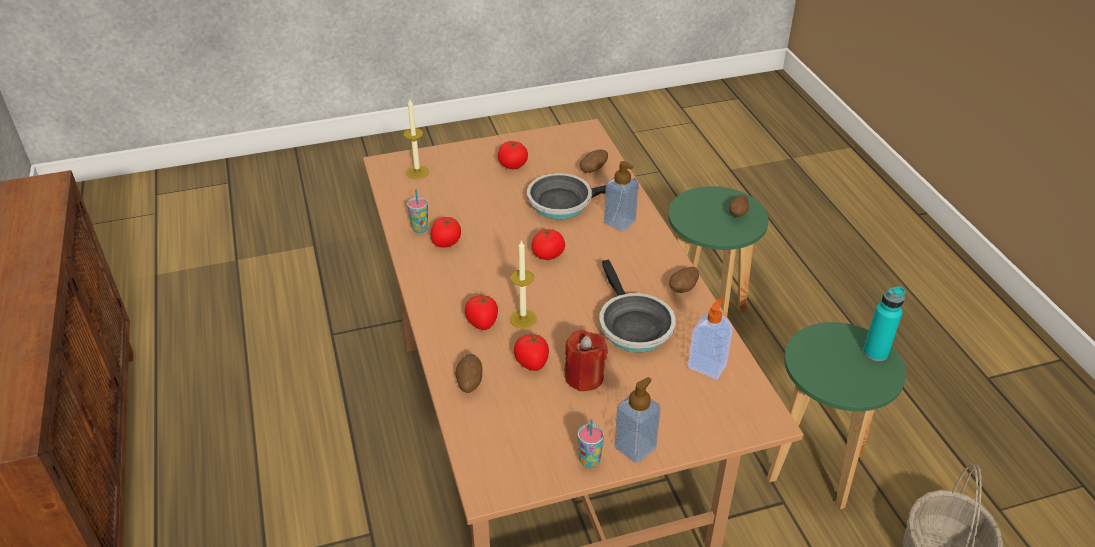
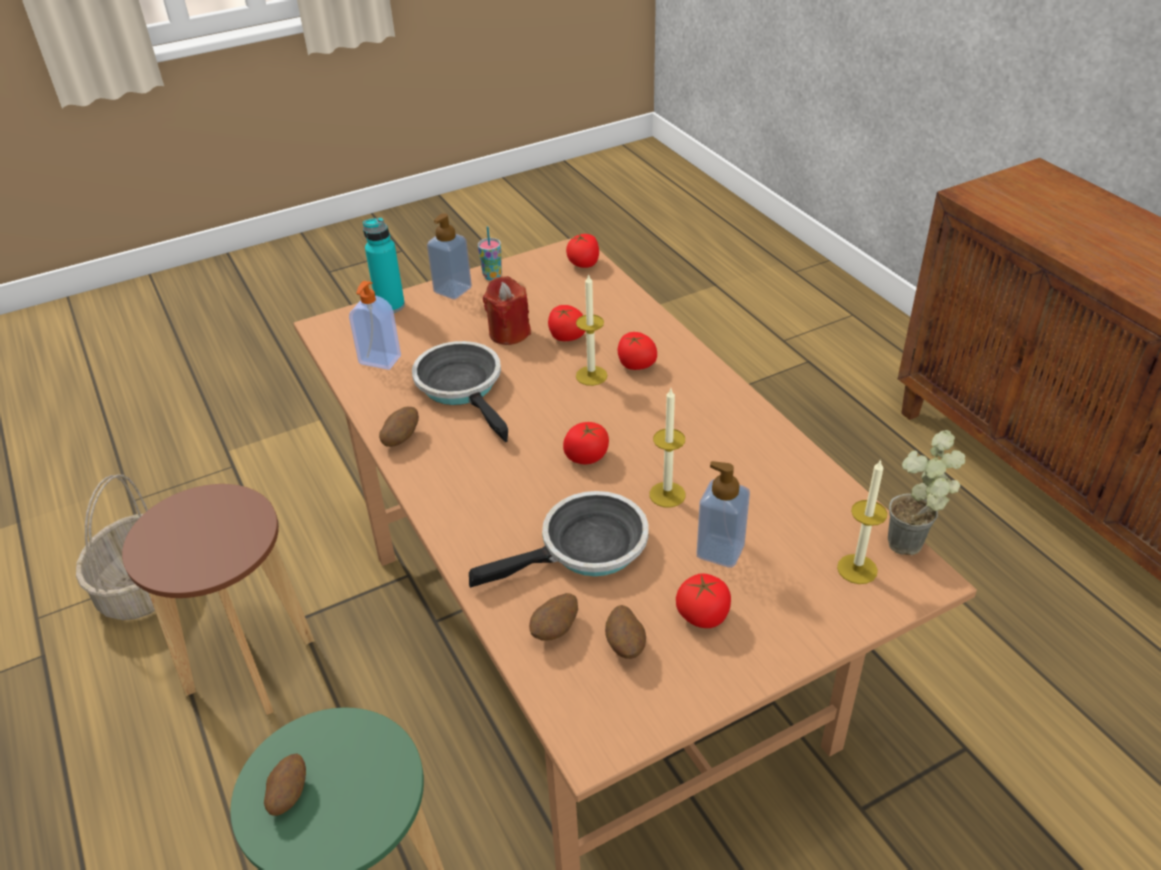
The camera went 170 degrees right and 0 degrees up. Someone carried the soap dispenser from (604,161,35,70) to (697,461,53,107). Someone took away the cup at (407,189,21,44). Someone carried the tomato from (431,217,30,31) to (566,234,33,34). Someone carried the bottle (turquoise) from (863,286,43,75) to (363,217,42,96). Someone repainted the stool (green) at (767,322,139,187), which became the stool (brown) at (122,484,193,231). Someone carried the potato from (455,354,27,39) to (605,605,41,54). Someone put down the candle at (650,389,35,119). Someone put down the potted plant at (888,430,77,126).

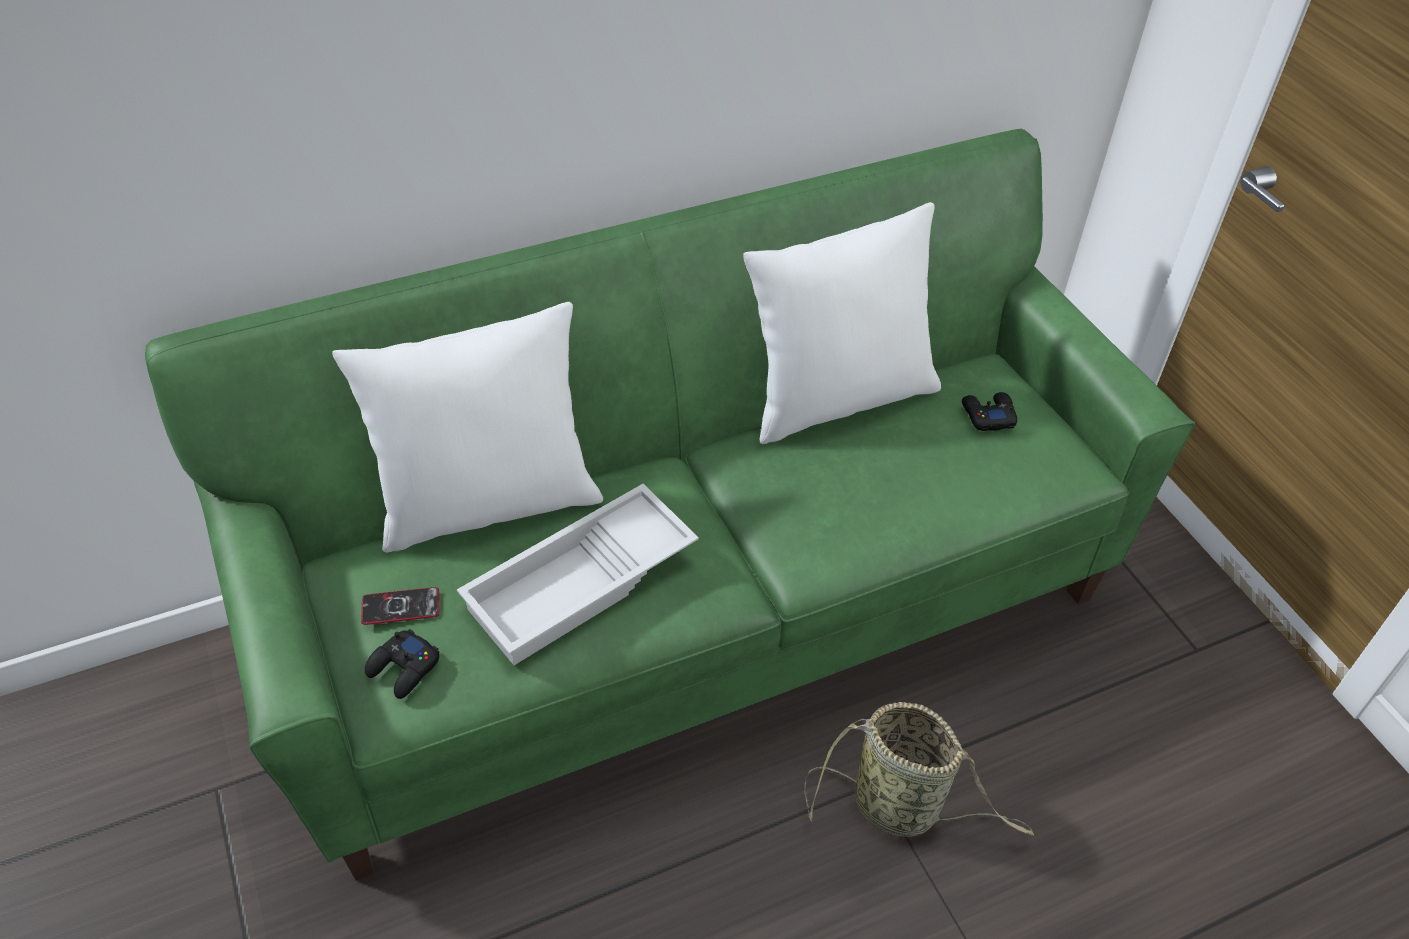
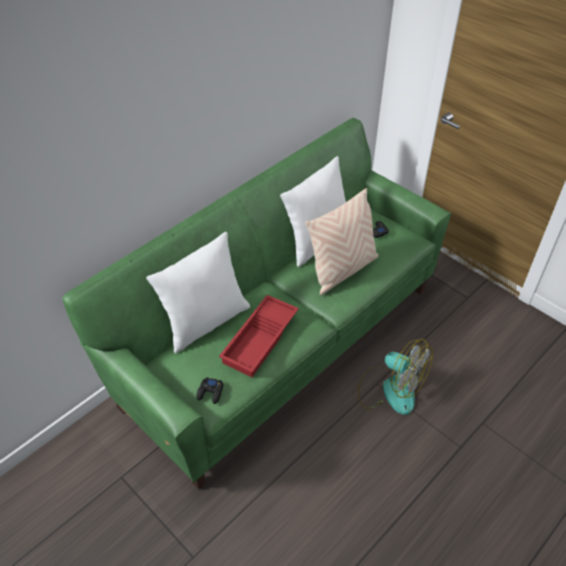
The camera went 20 degrees left and 0 degrees up. Someone repainted the tray (white) at (457,484,242,181), which became the tray (red) at (219,295,80,82). Someone took away the phone at (361,587,78,38). Someone swapped the basket at (804,702,230,135) for the fan at (358,339,75,76). Someone put down the pillow (beige) at (305,188,73,107).

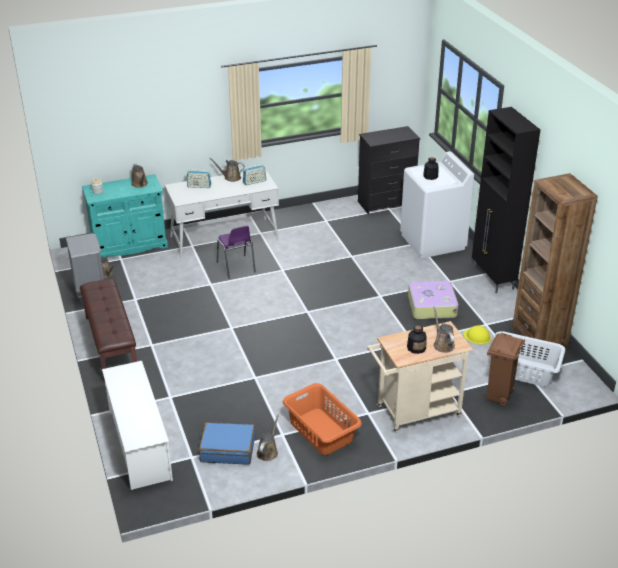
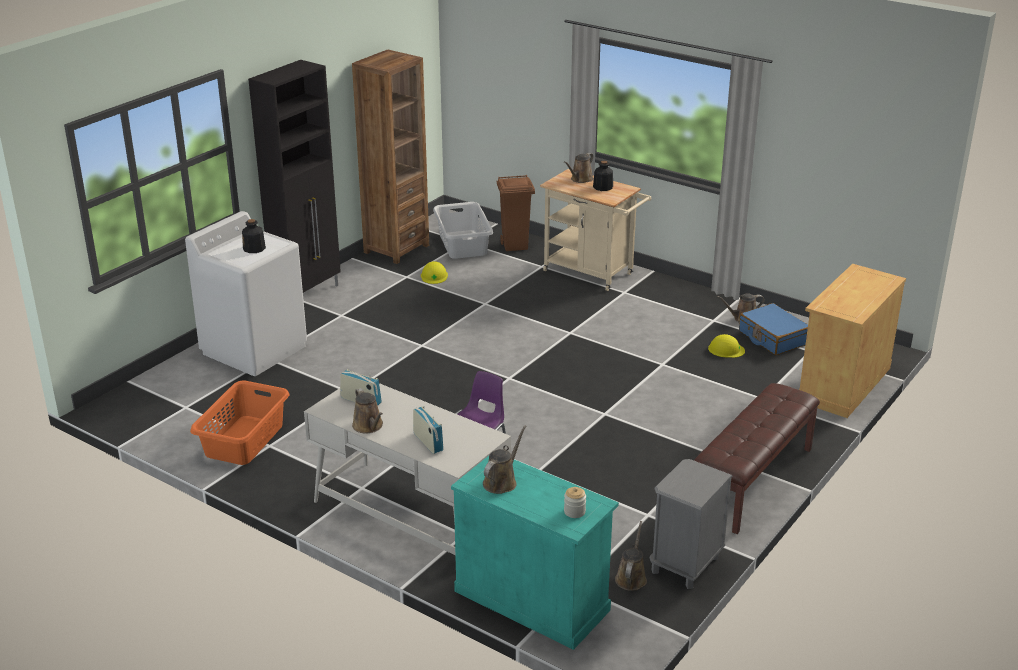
The camera went 125 degrees left and 5 degrees down. Someone took away the dresser (black) at (358,126,62,88). Someone took away the suitcase at (408,280,50,39). Someone swapped the shoe rack (white) at (102,361,71,129) for the cabinet (beige) at (799,264,107,154). Someone carried the laundry basket (orange) from (283,383,79,72) to (190,381,100,84). Someone put down the hard hat (yellow) at (708,334,37,24).

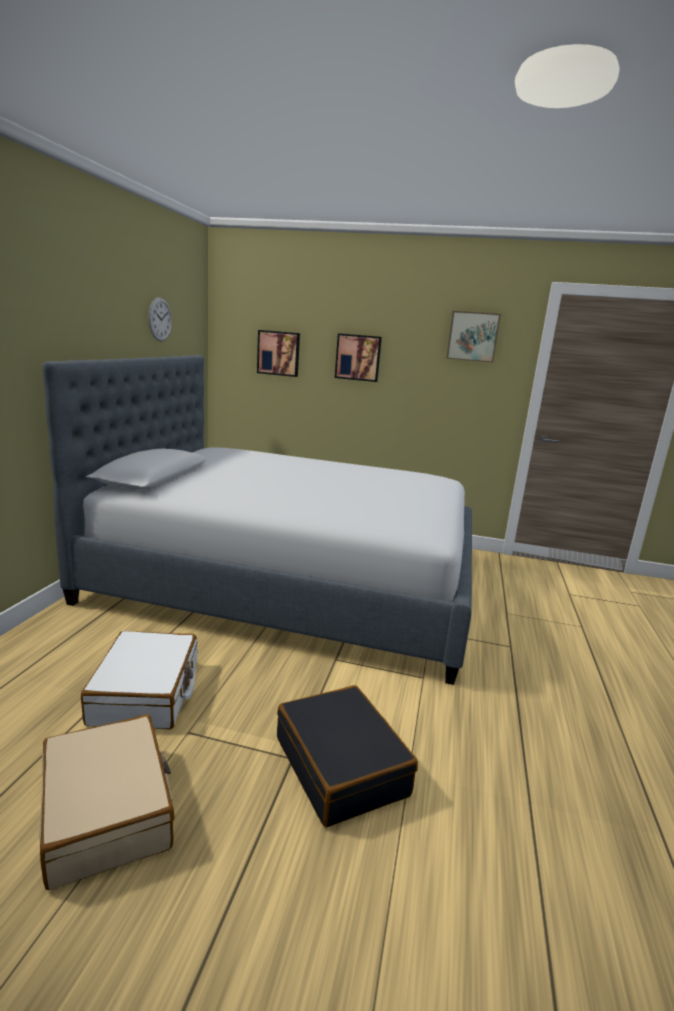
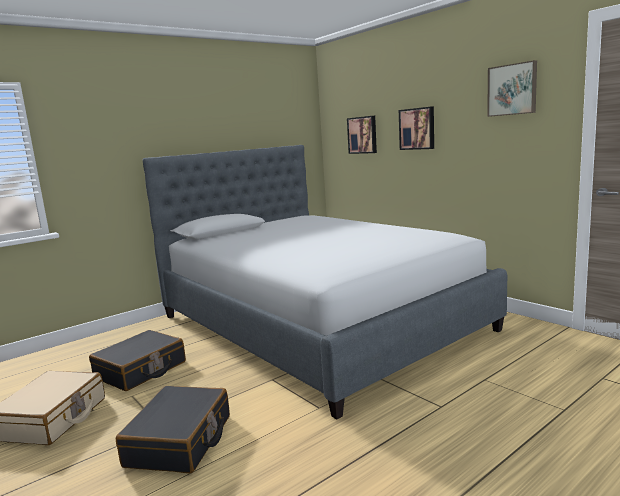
The camera went 40 degrees right and 5 degrees down. Someone took away the wall clock at (148,297,24,44). Someone repainted the suitcase (white) at (81,631,116,98), which became the suitcase (black) at (89,330,97,61).

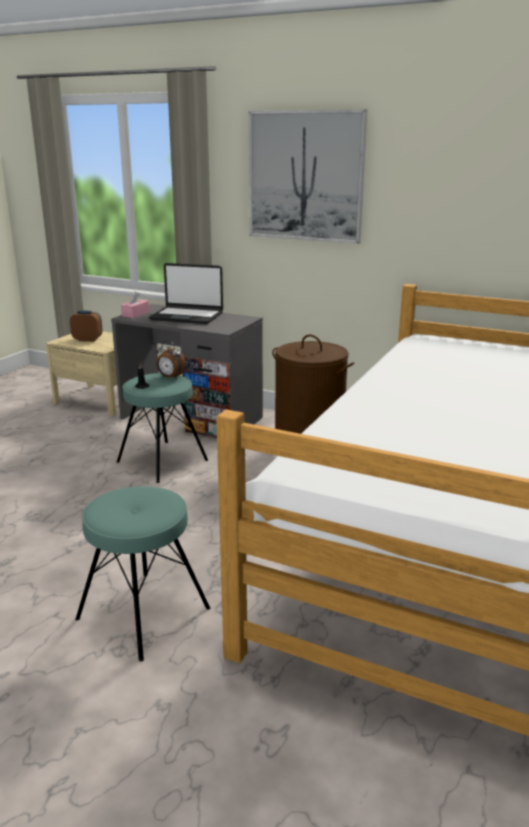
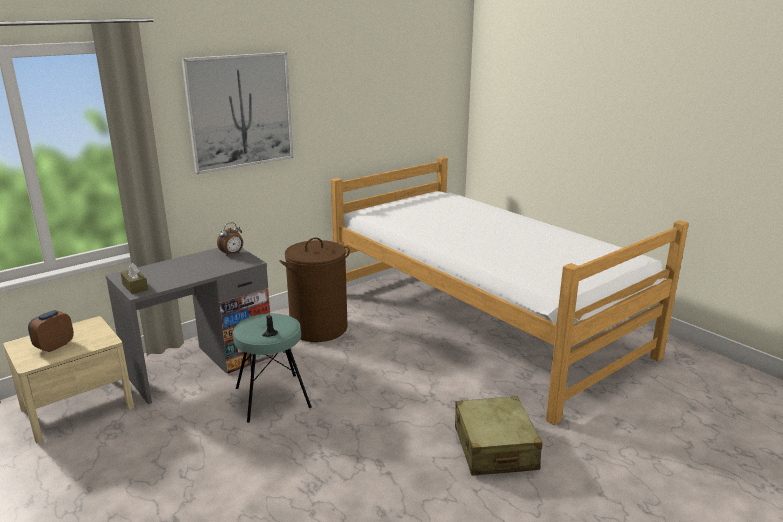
The camera went 65 degrees left and 0 degrees up. Someone took away the laptop at (149,263,74,61). Someone repainted the tissue box (pink) at (121,291,28,27), which became the tissue box (brown) at (121,263,27,31). Someone carried the alarm clock from (156,341,30,38) to (217,222,26,33). Someone swapped the stool (turquoise) at (75,486,135,176) for the suitcase (beige) at (455,396,87,79).

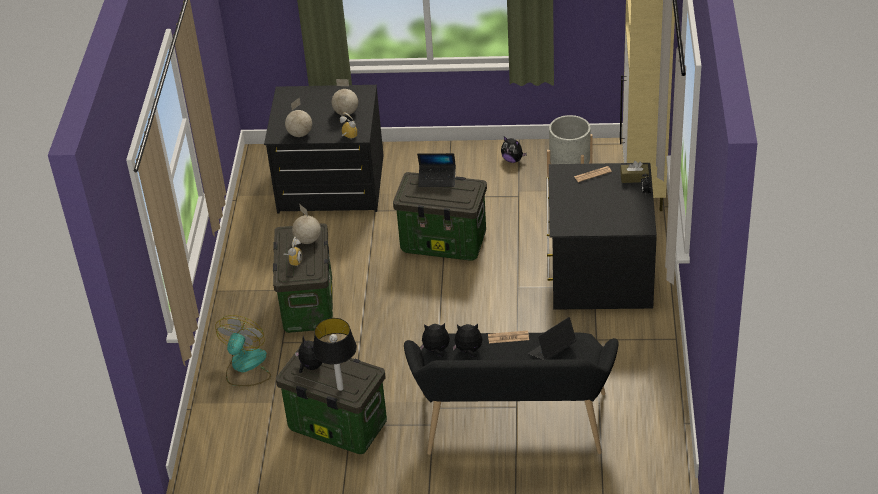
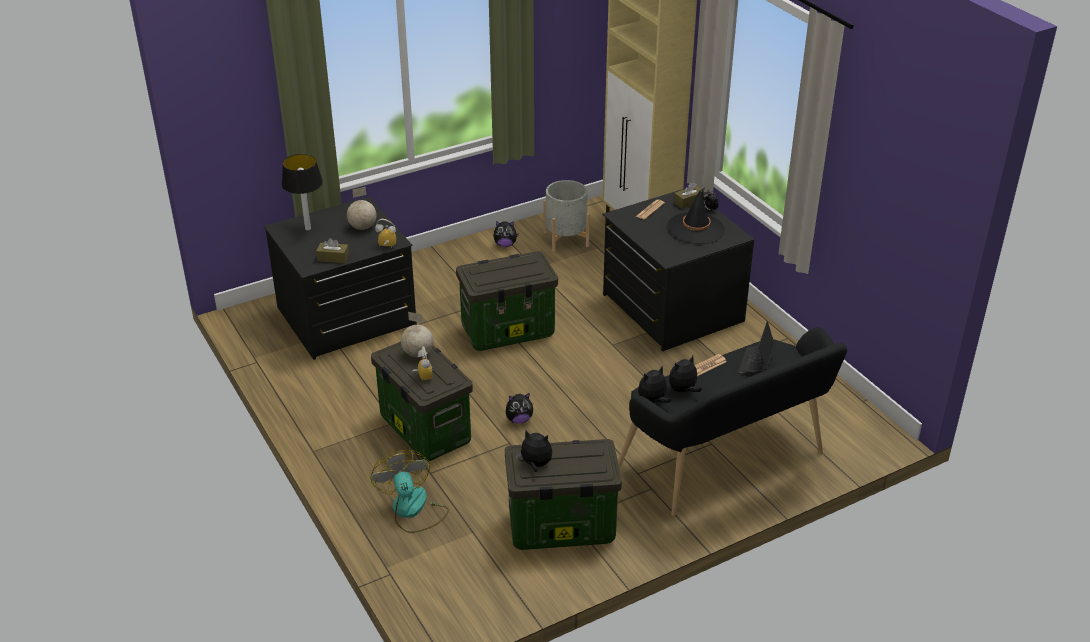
The camera went 35 degrees left and 5 degrees down. Someone swapped the globe at (285,97,27,40) for the tissue box (brown) at (316,238,33,25). Someone took away the laptop at (417,153,39,34). Someone carried the table lamp from (313,318,44,73) to (282,154,41,77). Someone put down the hat (black) at (668,188,57,56). Someone put down the plush toy at (506,393,27,31).

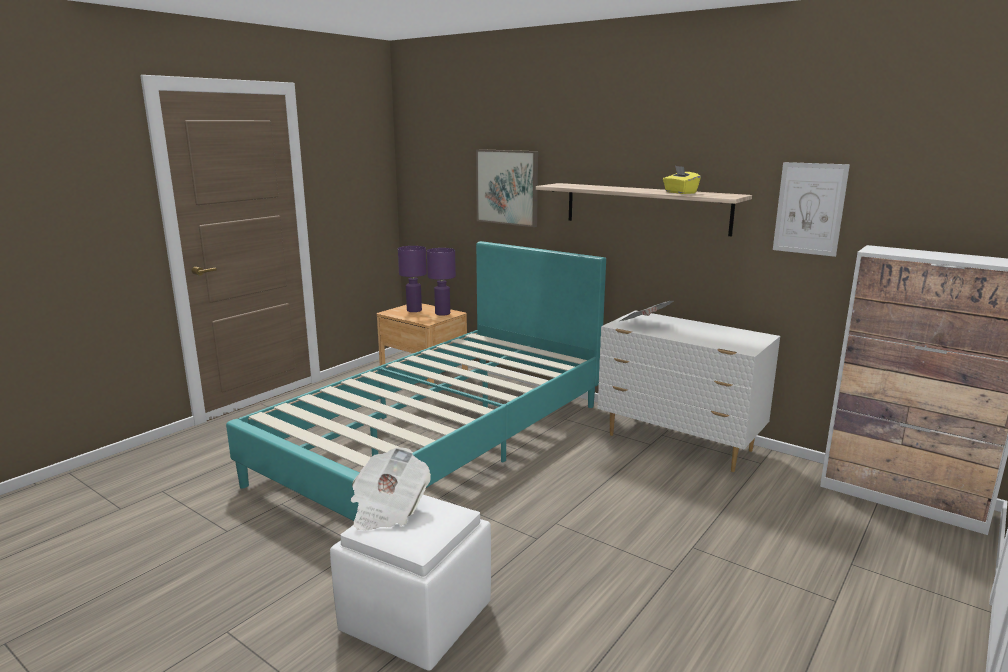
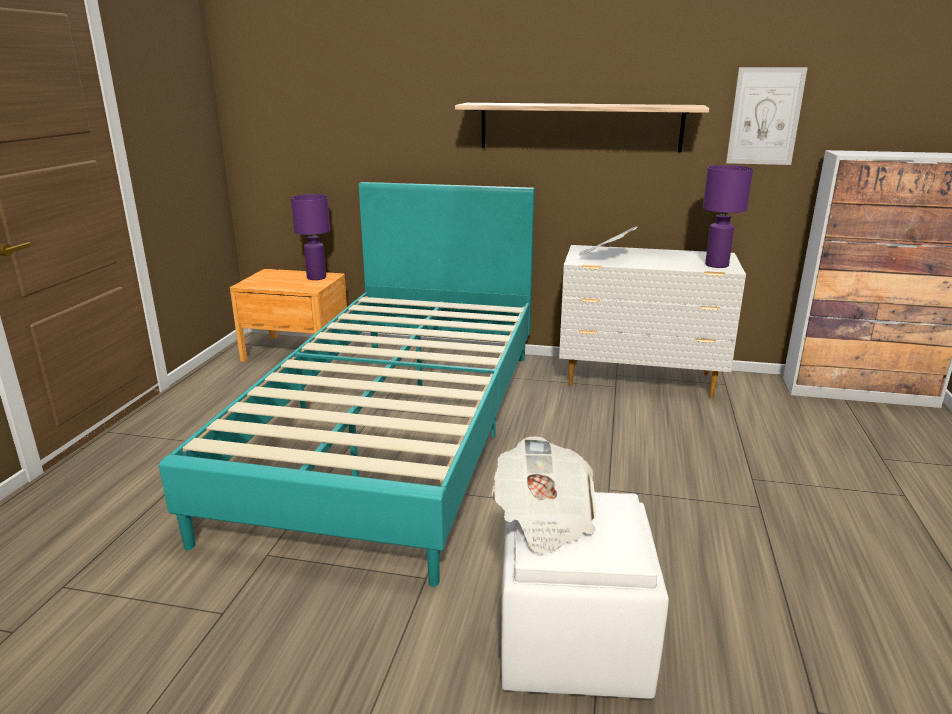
The camera went 25 degrees left and 5 degrees up. Someone took away the picture at (476,149,62,78). Someone took away the tissue box (yellow) at (663,166,38,28). Someone carried the table lamp (purple) from (398,246,29,66) to (703,165,50,103).

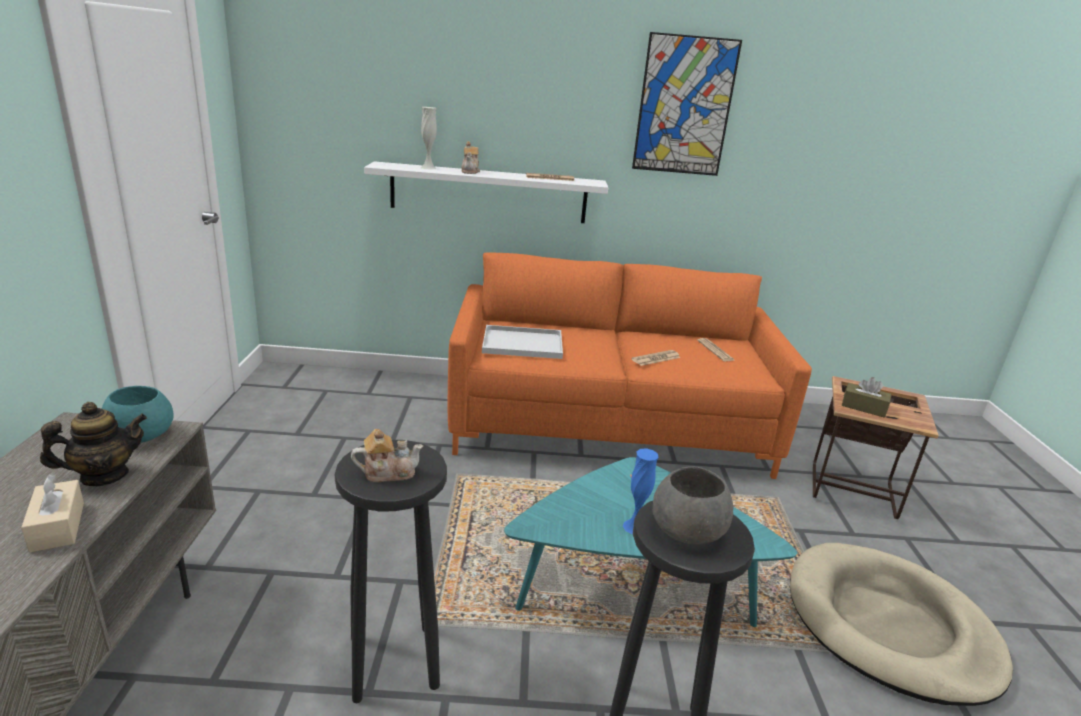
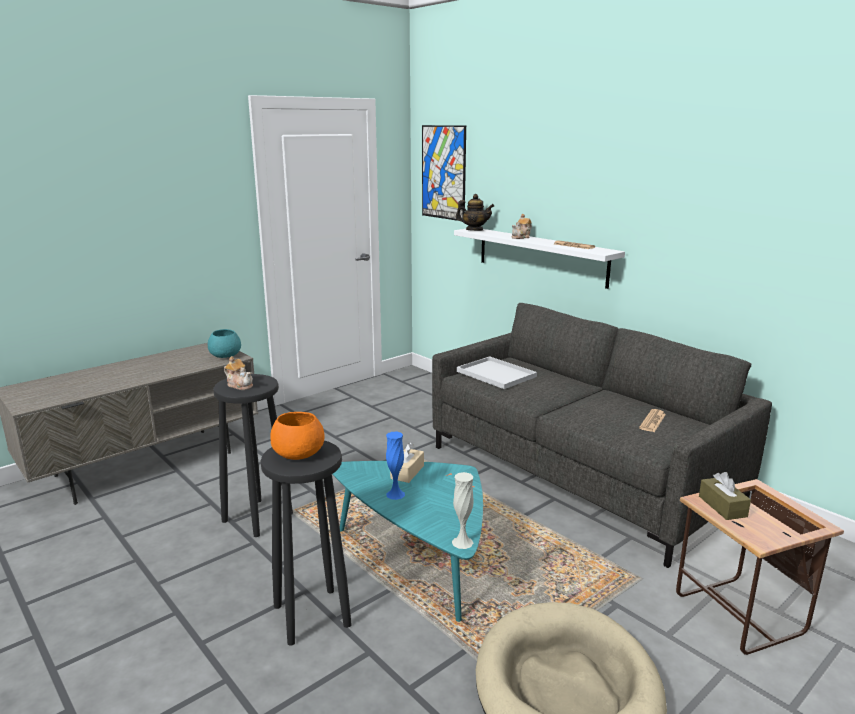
The camera went 50 degrees right and 5 degrees down. Someone carried the picture from (632,32,110,144) to (422,125,44,96). Someone carried the vase (white) from (420,107,17,62) to (452,472,22,77). Someone repainted the sofa (orange) at (448,252,364,227), which became the sofa (grey) at (432,303,340,265). Someone took away the newspaper at (632,350,48,16). Someone carried the teapot from (40,402,107,84) to (456,194,38,37). Someone repainted the bowl (grey) at (653,466,81,79), which became the bowl (orange) at (270,412,55,48). Someone carried the tissue box (beige) from (21,474,63,78) to (390,443,34,40).

